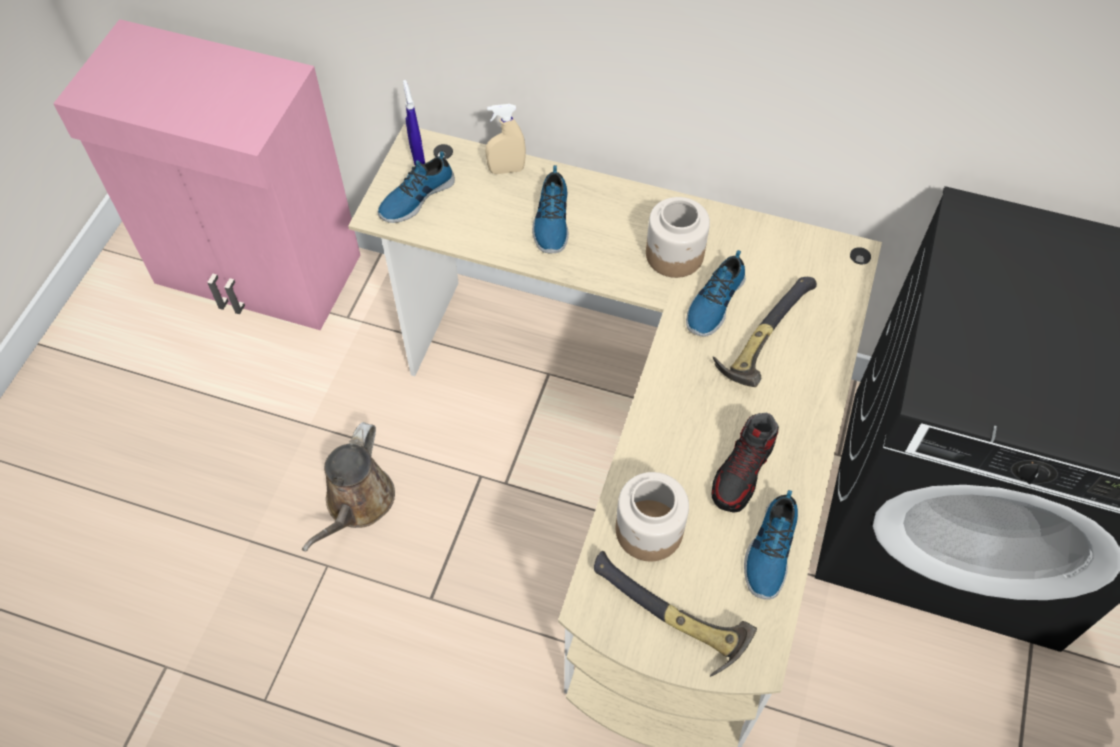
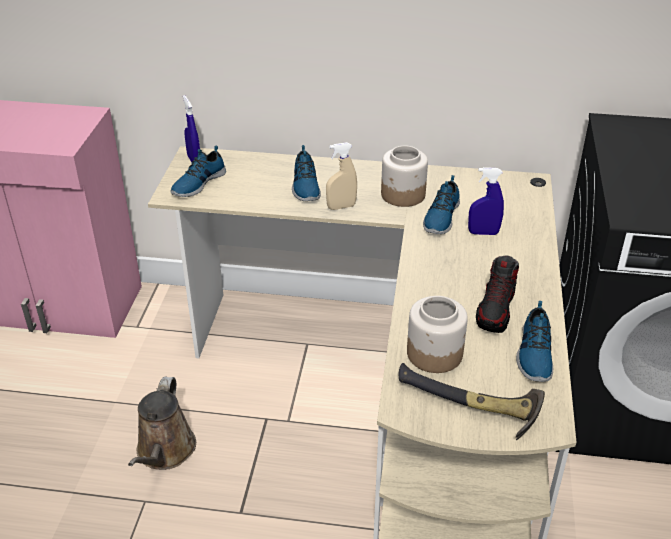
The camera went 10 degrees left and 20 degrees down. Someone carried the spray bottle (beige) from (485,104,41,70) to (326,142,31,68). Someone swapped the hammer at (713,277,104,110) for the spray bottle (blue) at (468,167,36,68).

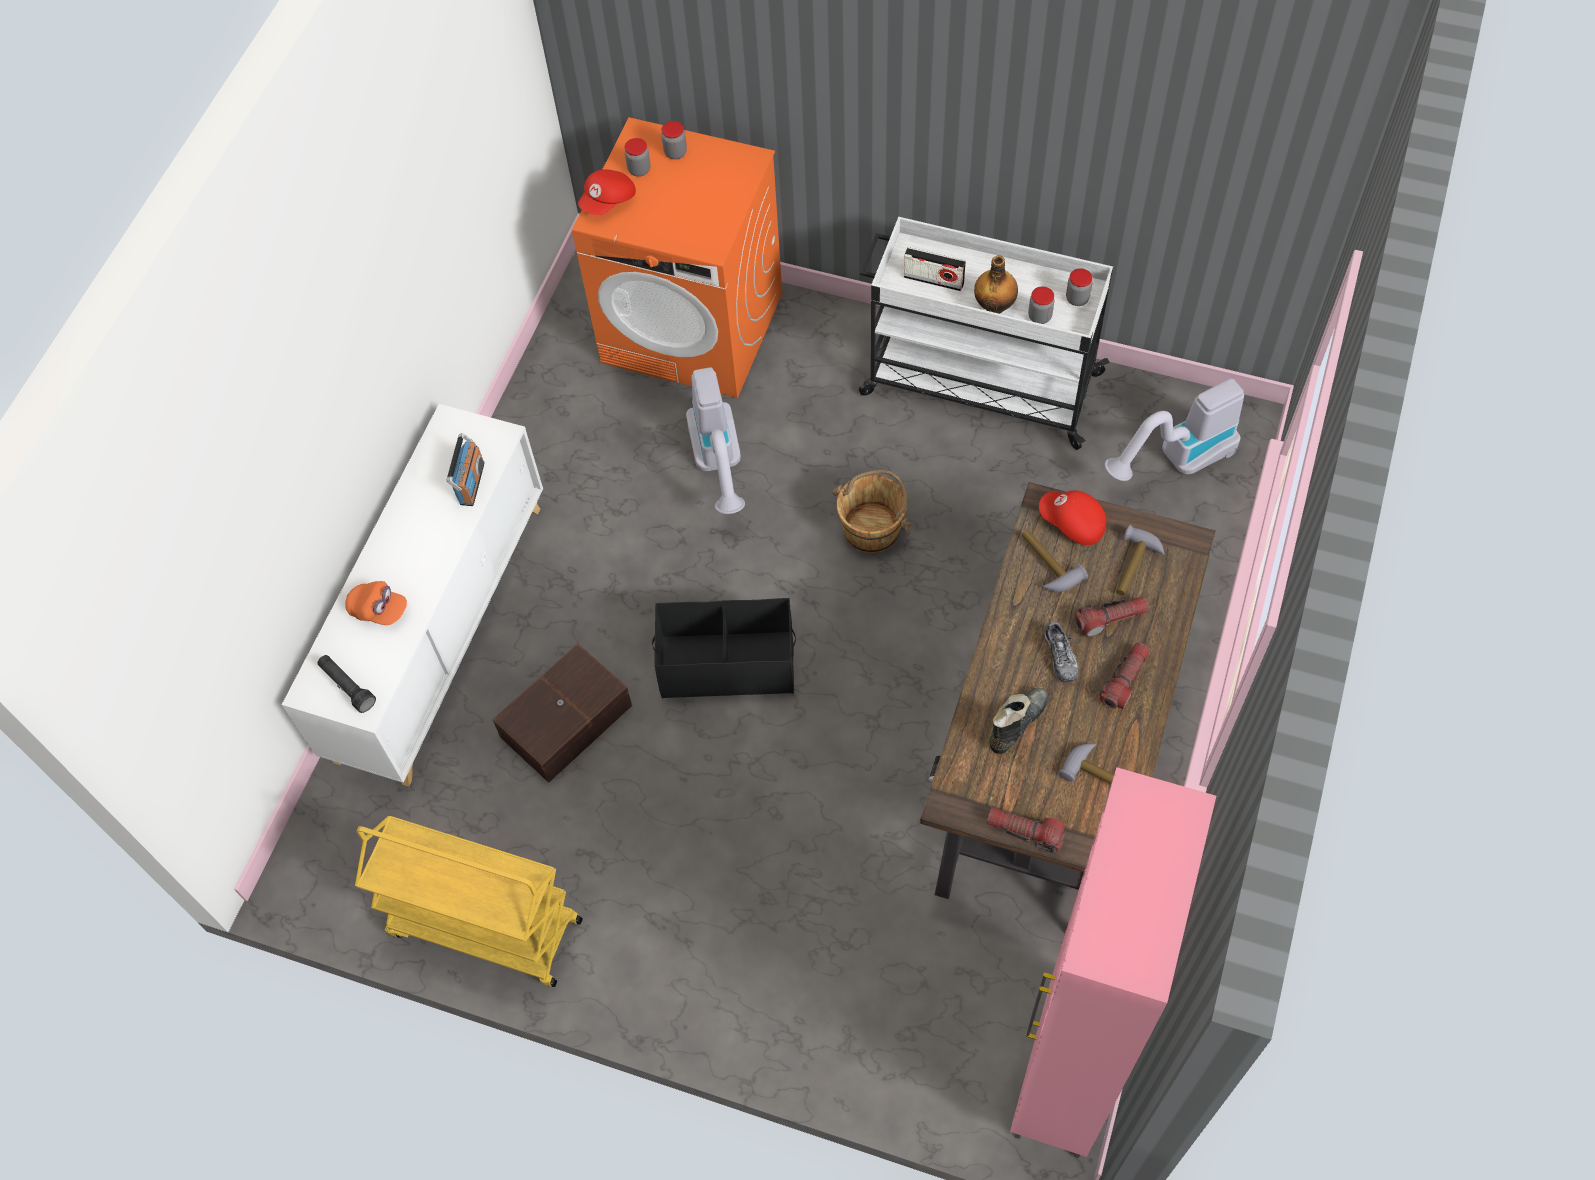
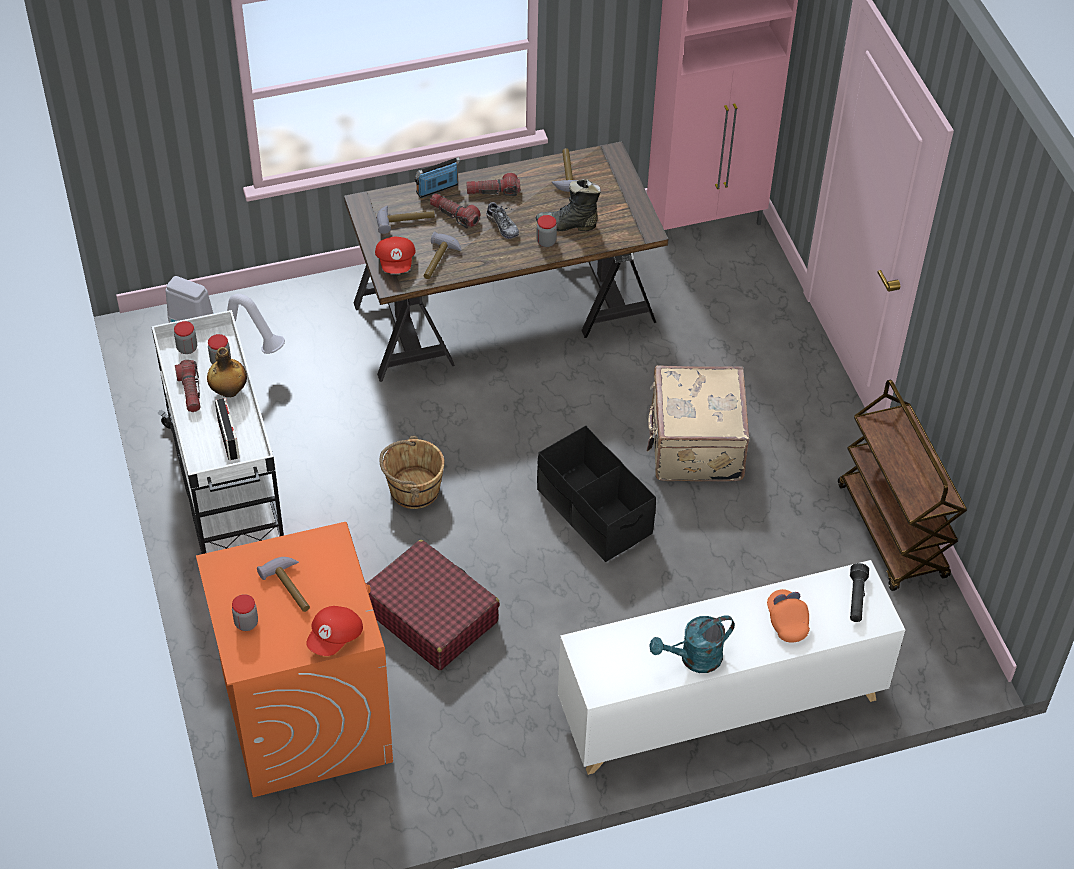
The camera went 130 degrees left and 10 degrees down. Someone carried the jar from (625,138,26,39) to (536,215,21,32). Someone rotated the cap (red) at (578,169,58,46) by 120 degrees clockwise. Someone swapped the vacuum cleaner at (686,367,59,147) for the suitcase (red) at (366,540,134,130). Someone carried the radio from (446,433,39,73) to (415,157,45,41). Someone rotated the shoe at (1044,619,36,63) by 105 degrees clockwise. Someone took away the storage box (brown) at (492,643,140,140). Someone carried the flashlight from (987,807,79,46) to (175,360,25,52). Someone repainted the cart (yellow) at (355,816,228,171), which became the cart (brown) at (838,380,129,211). Someone put down the suitcase (beige) at (647,365,102,117). Someone put down the hammer at (257,557,53,55). Someone put down the watering can (turquoise) at (649,615,86,58).

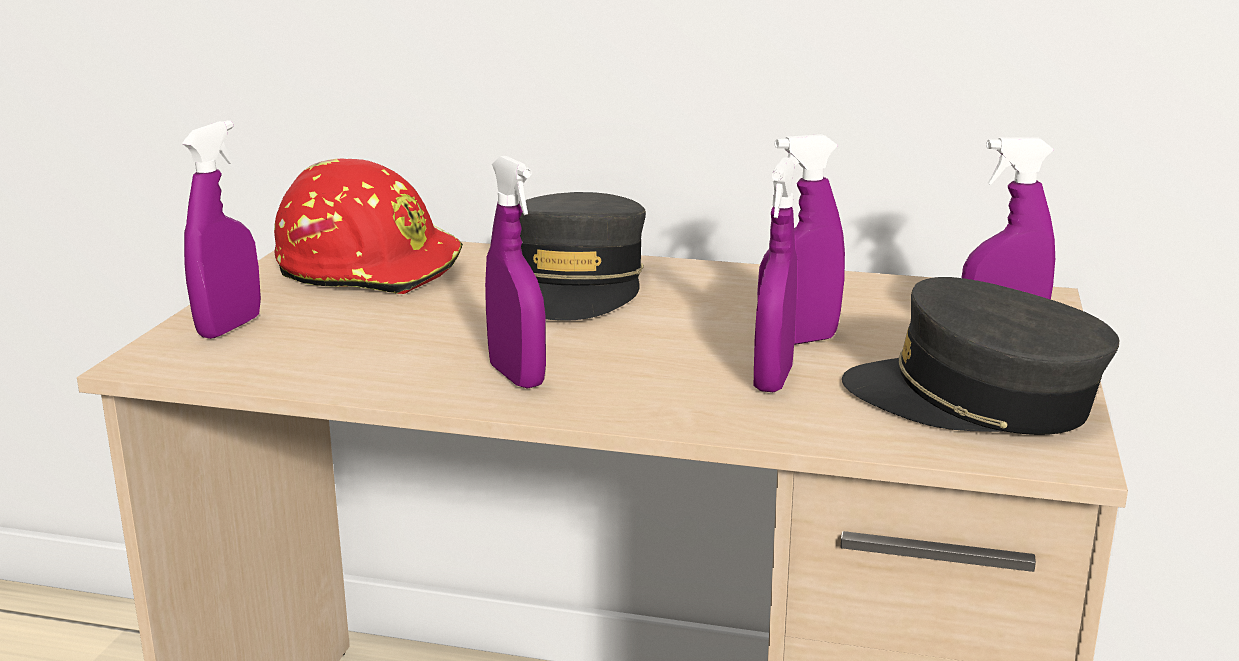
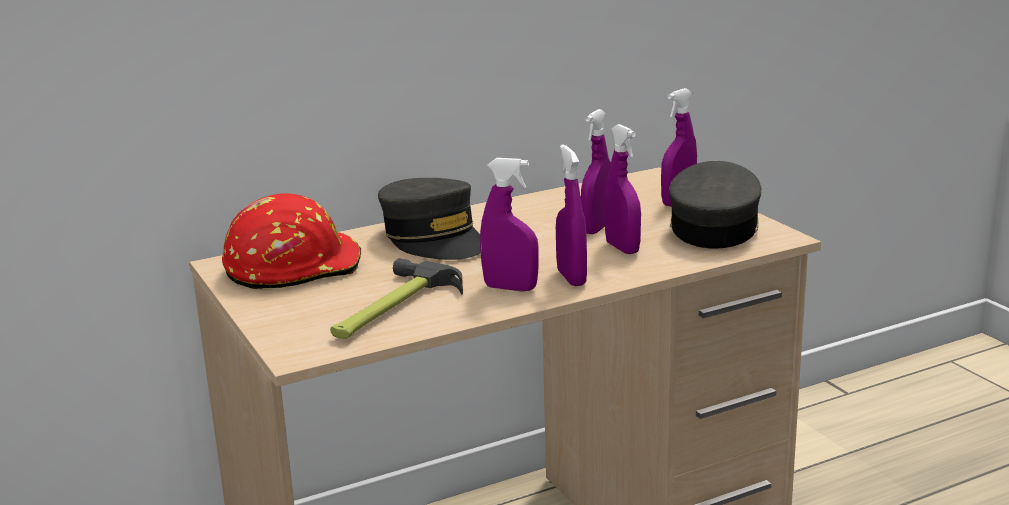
The camera went 40 degrees left and 0 degrees up. Someone carried the spray bottle (purple) from (182,120,79,219) to (556,144,31,142). Someone rotated the cap (grey) at (842,277,277,158) by 120 degrees clockwise. Someone put down the hammer at (330,258,133,81).

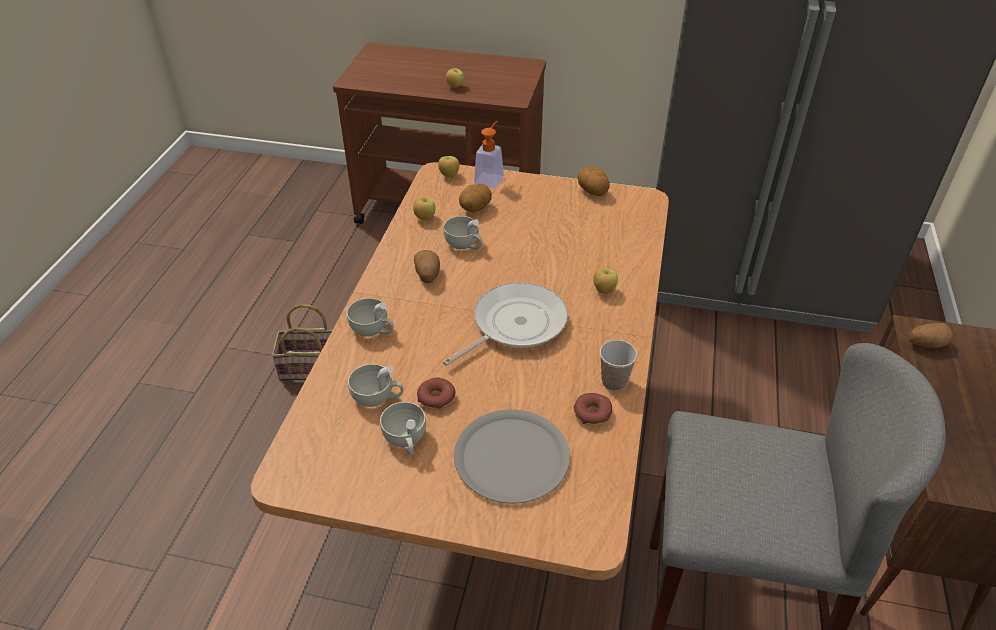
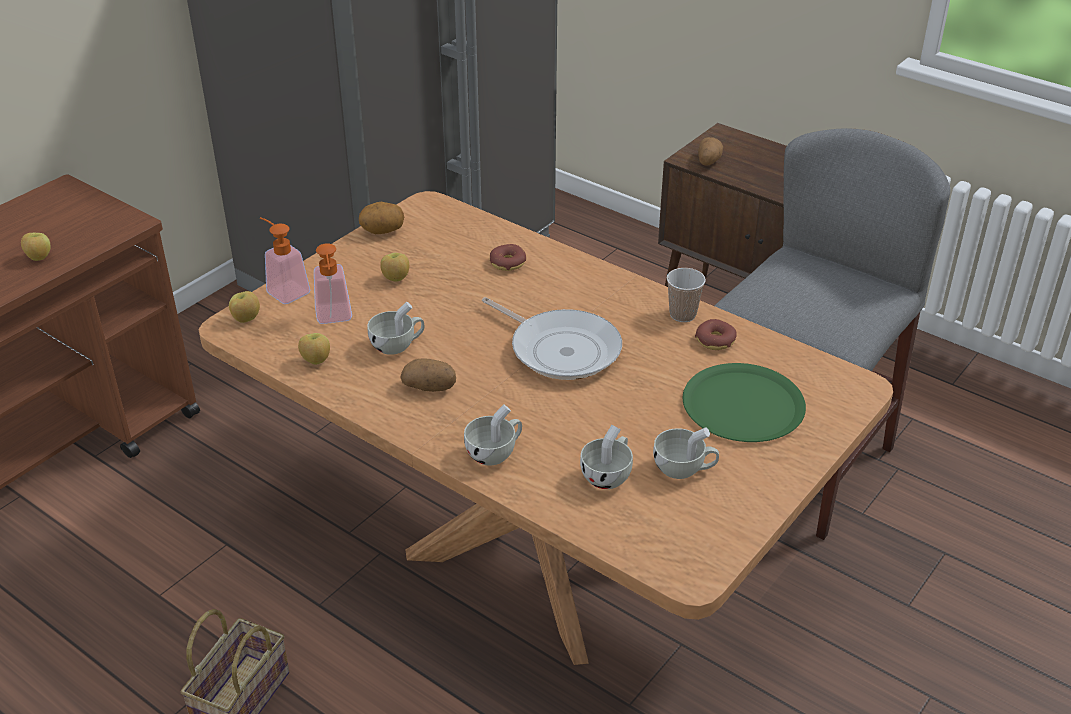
The camera went 65 degrees left and 5 degrees down. Someone swapped the potato at (459,184,33,28) for the soap dispenser at (314,243,38,81). Someone carried the apple from (593,268,25,26) to (380,253,29,29). Someone rotated the frying pan at (443,282,125,84) by 150 degrees clockwise. Someone carried the donut from (417,377,39,33) to (490,244,36,27). Someone repainted the plate (grey) at (454,410,116,94), which became the plate (green) at (683,363,123,79).

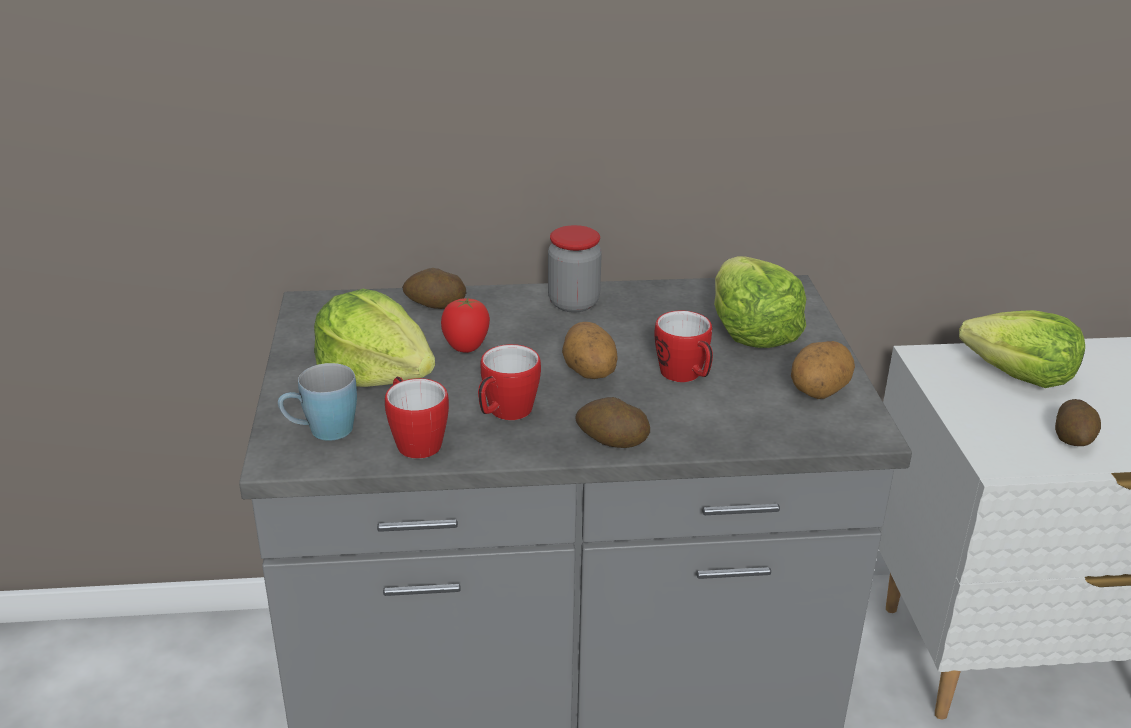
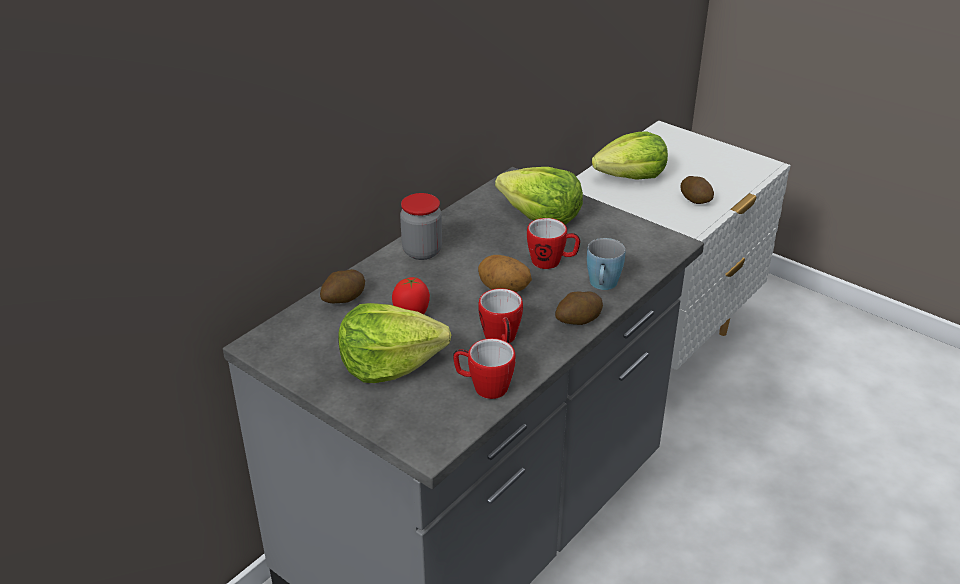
The camera went 45 degrees left and 5 degrees up. Someone took away the potato at (791,341,64,58). Someone carried the mug (blue) from (278,363,79,78) to (587,238,39,52).

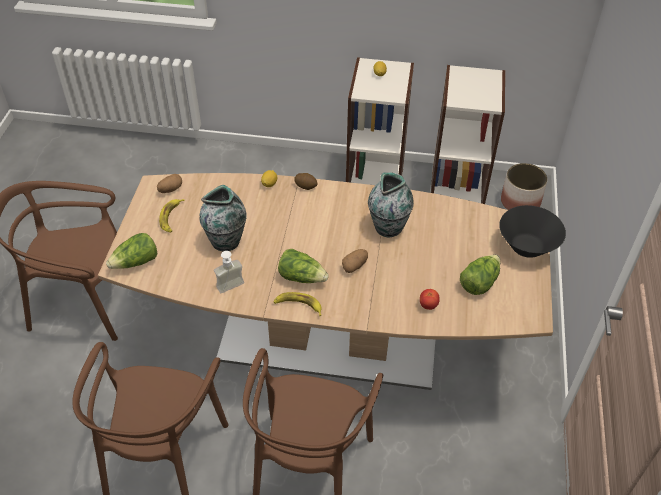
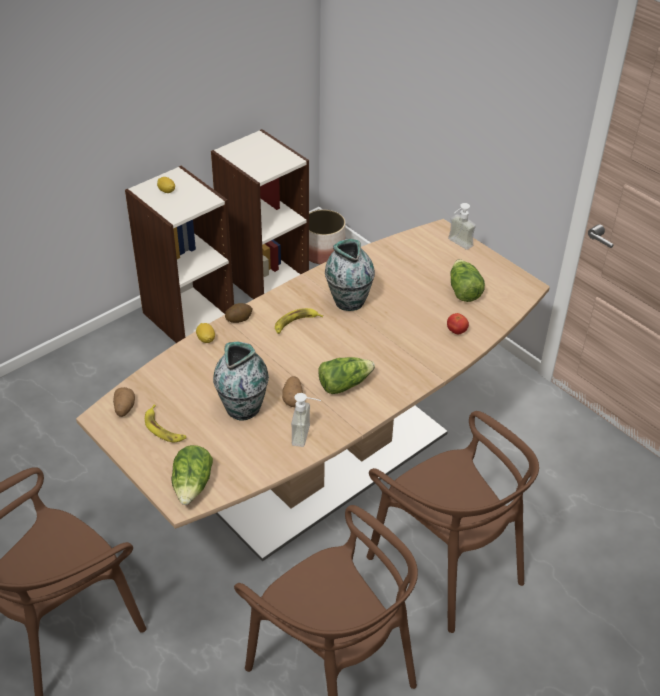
The camera went 50 degrees left and 5 degrees down. Someone swapped the bowl (black) at (499,205,67,53) for the soap dispenser at (448,203,28,47). Someone carried the potato from (342,249,26,24) to (282,376,21,31). Someone carried the banana from (274,292,48,24) to (275,308,48,26).

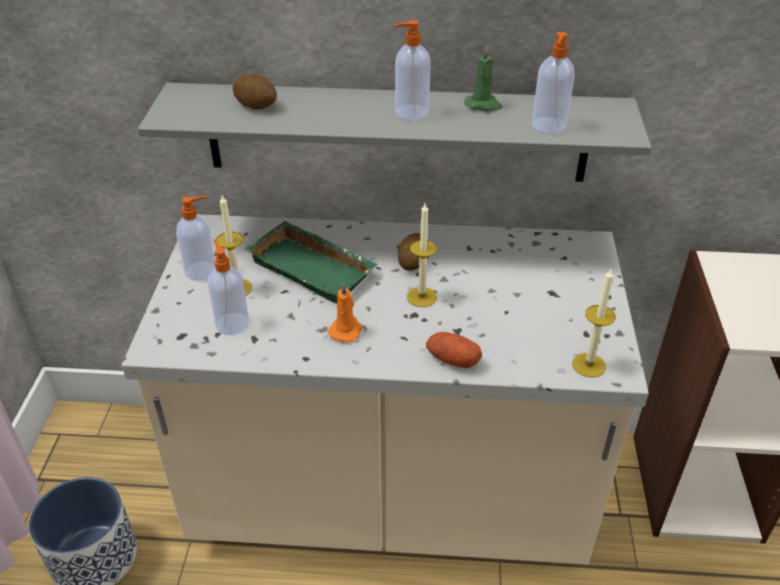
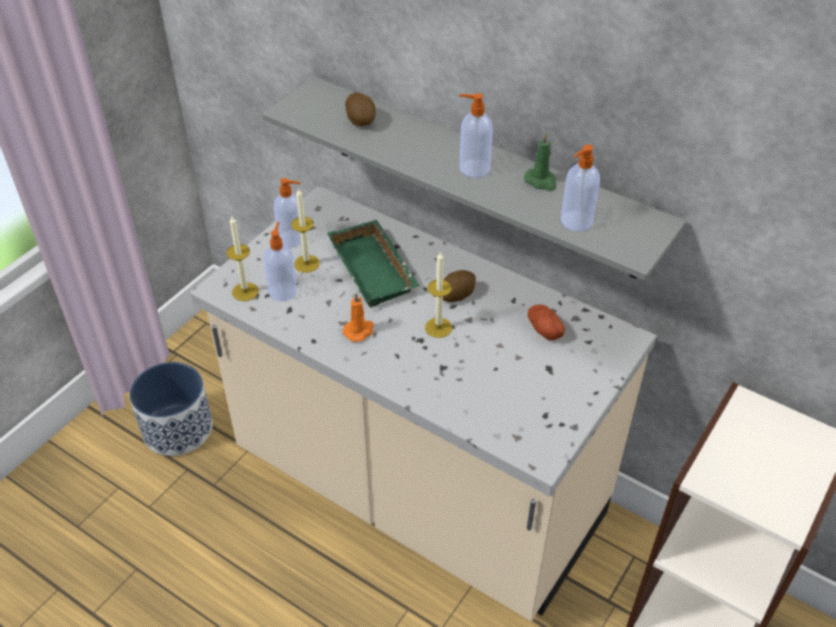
The camera went 30 degrees right and 5 degrees up. Someone carried the candle from (572,269,44,109) to (226,215,33,86). Someone carried the potato from (426,332,56,36) to (528,304,37,36).

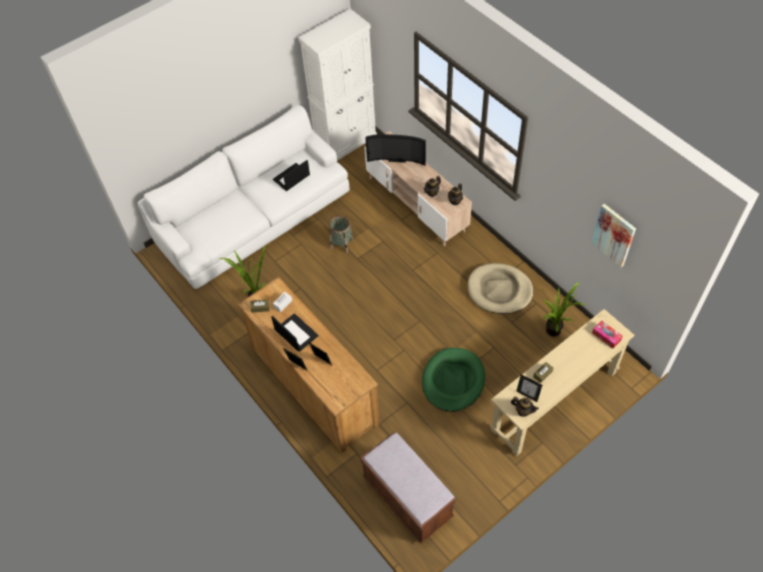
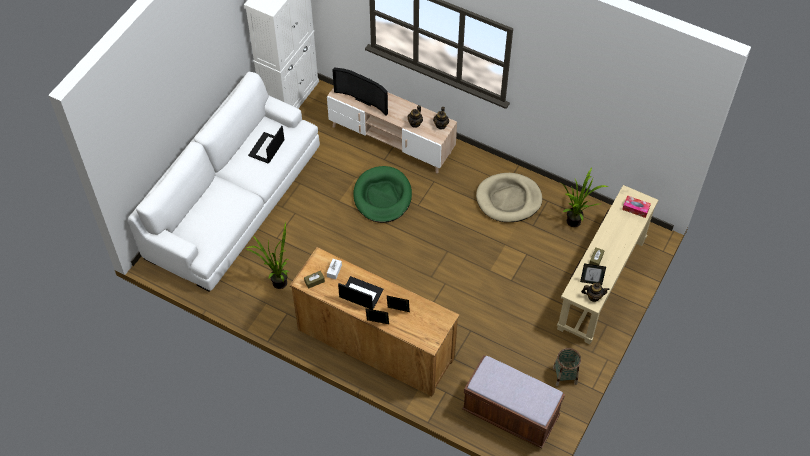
The camera went 25 degrees left and 0 degrees up. Someone rotated the television at (365,134,61,32) by 45 degrees clockwise. Someone took away the picture at (591,204,45,63). Someone carried the basket from (329,216,24,37) to (553,348,28,38). Someone carried the dog bed (green) from (422,348,63,64) to (353,166,59,57).

